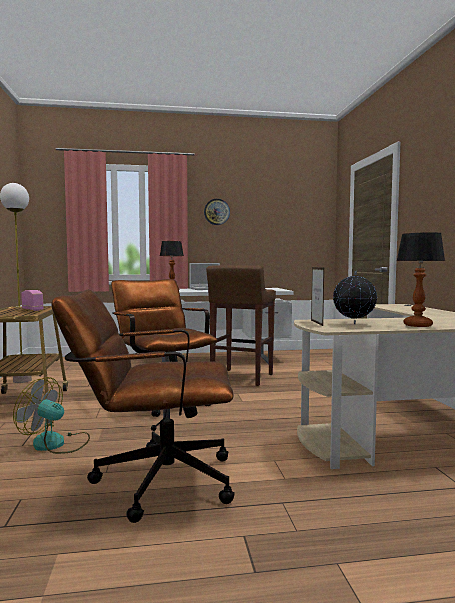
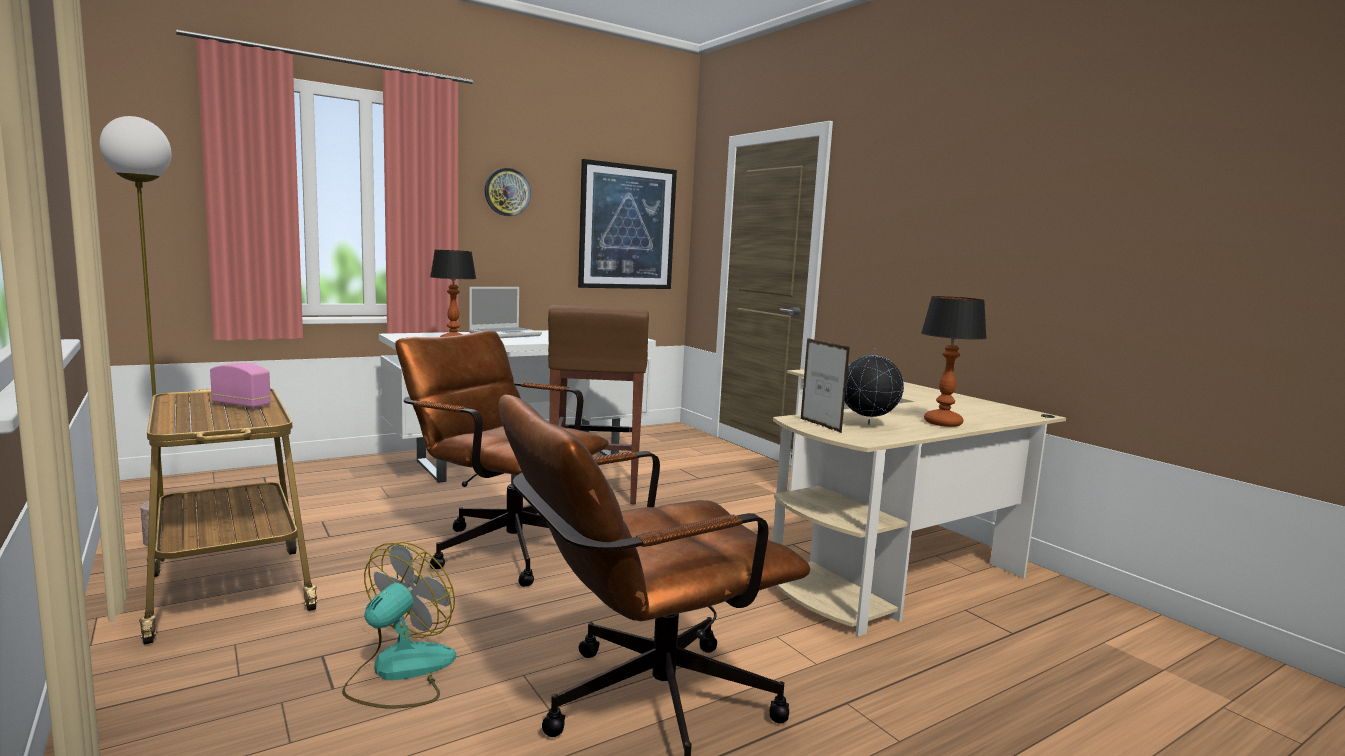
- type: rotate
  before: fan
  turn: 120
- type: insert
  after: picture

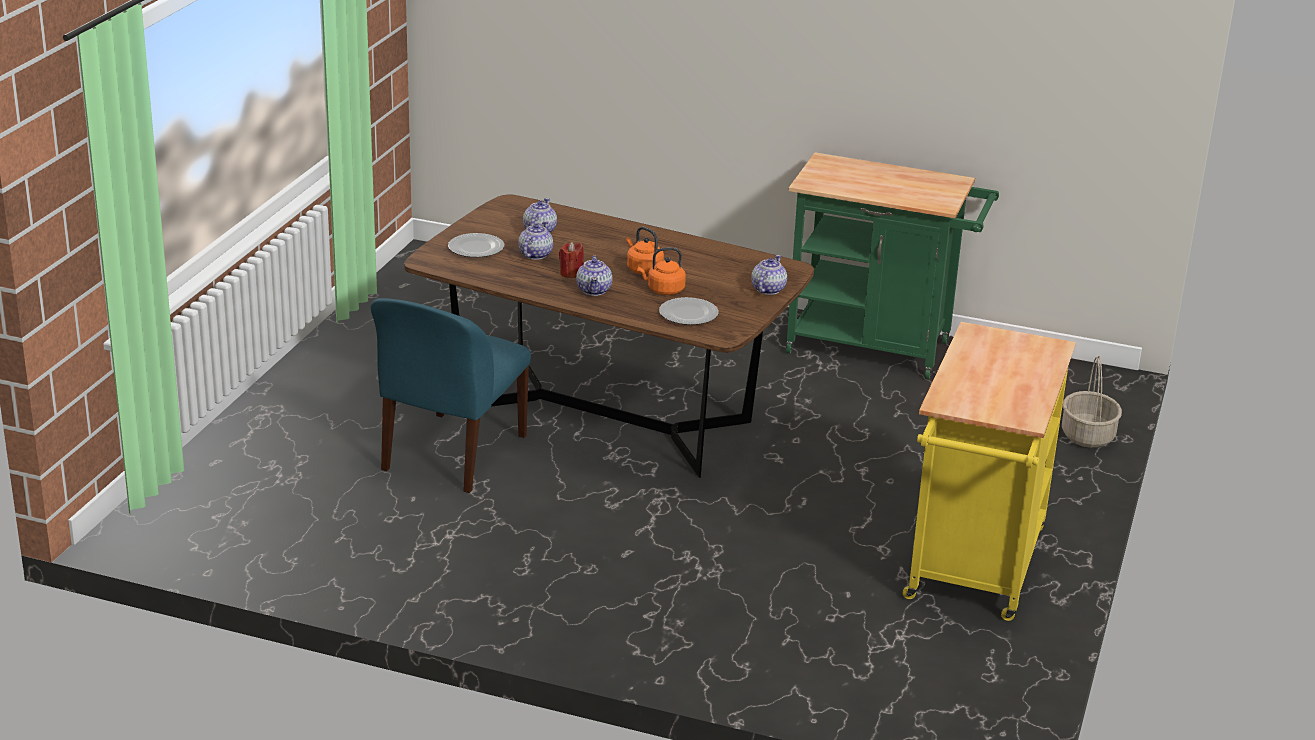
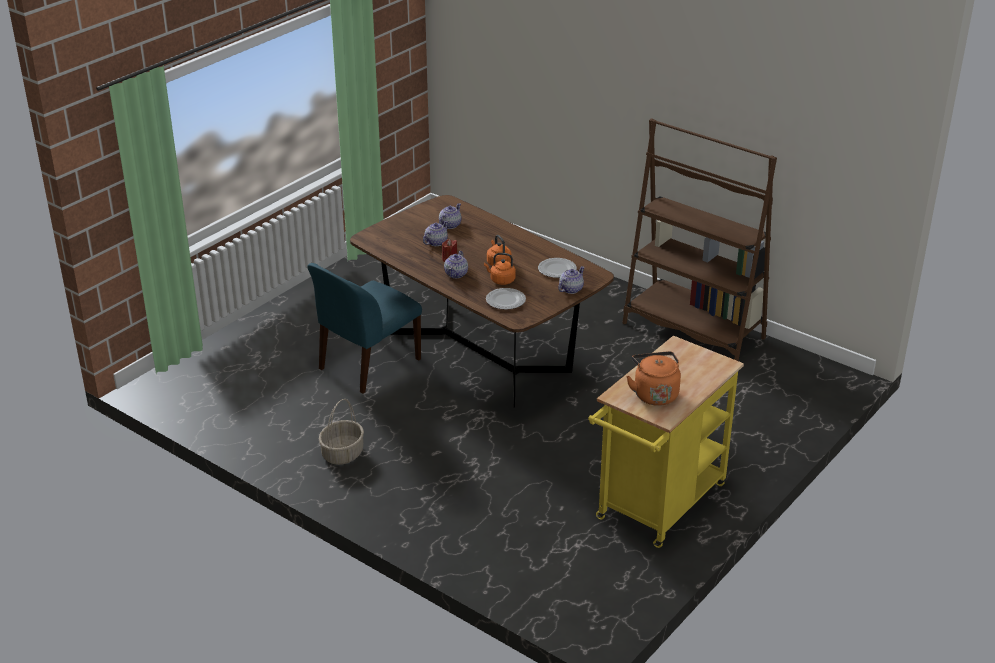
- type: move
  before: basket
- type: move
  before: plate (1st from left in the first image)
  after: plate (2nd from left)
- type: replace
  before: green cart
  after: brown bookcase
- type: insert
  after: orange kettle (3rd from left)

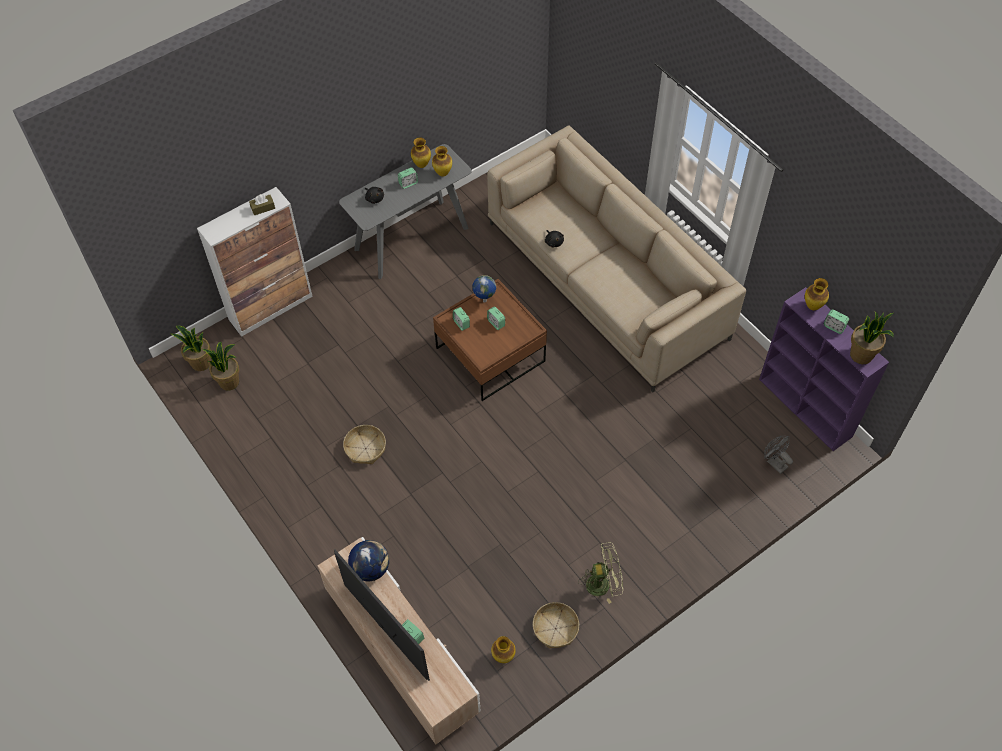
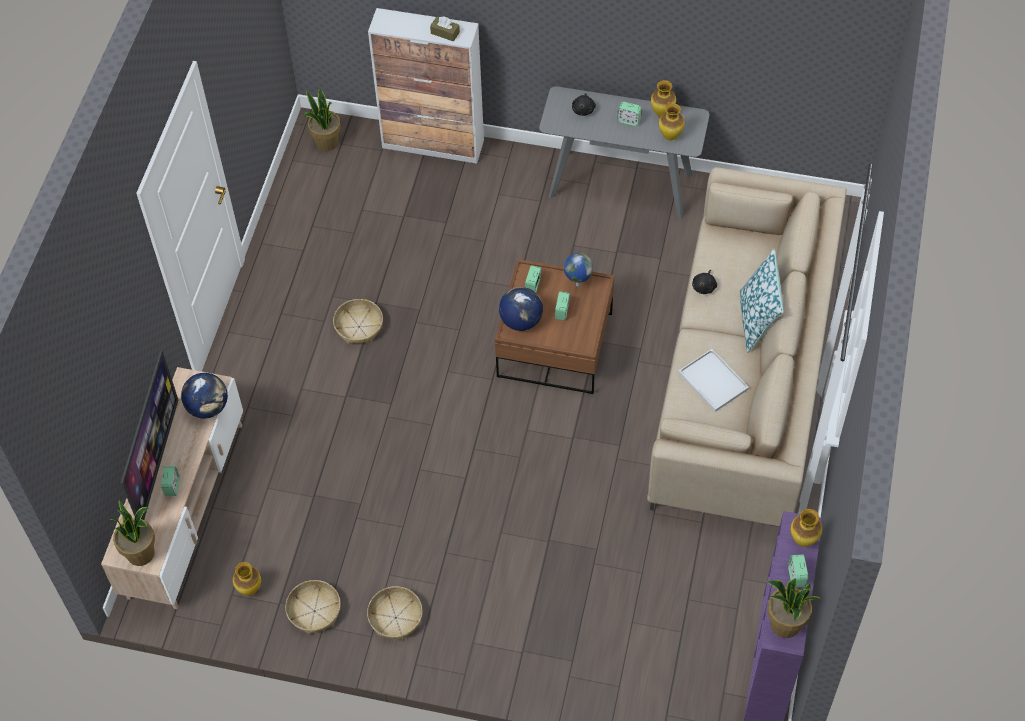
- type: move
  before: potted plant (2nd from left in the first image)
  after: potted plant (1st from left)
- type: replace
  before: green fan
  after: basket (3rd from left)
- type: insert
  after: globe (2nd from left)
- type: insert
  after: white tray
- type: insert
  after: pillow
- type: delete
  before: grey fan

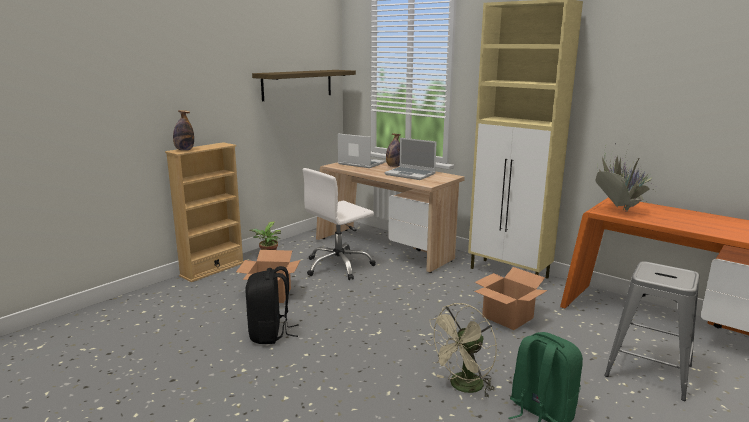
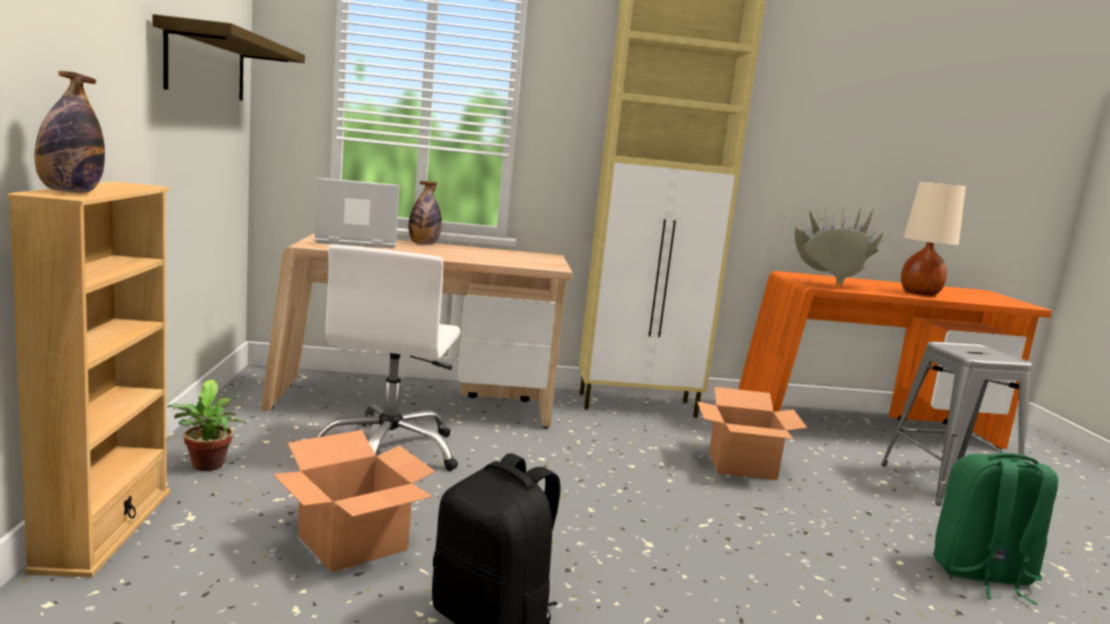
- type: insert
  after: beige table lamp
- type: delete
  before: laptop (2nd from left)
- type: delete
  before: beige fan

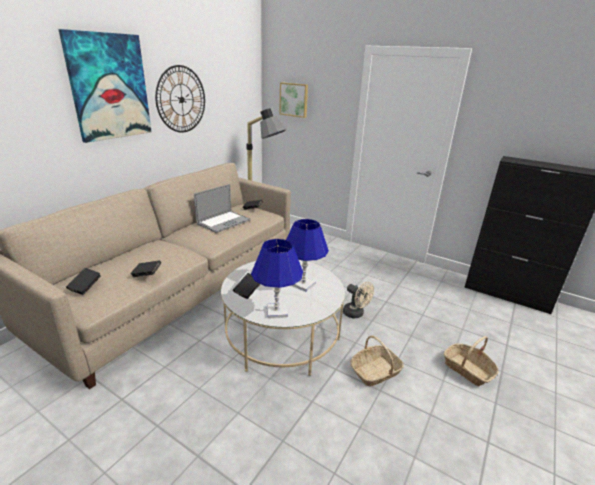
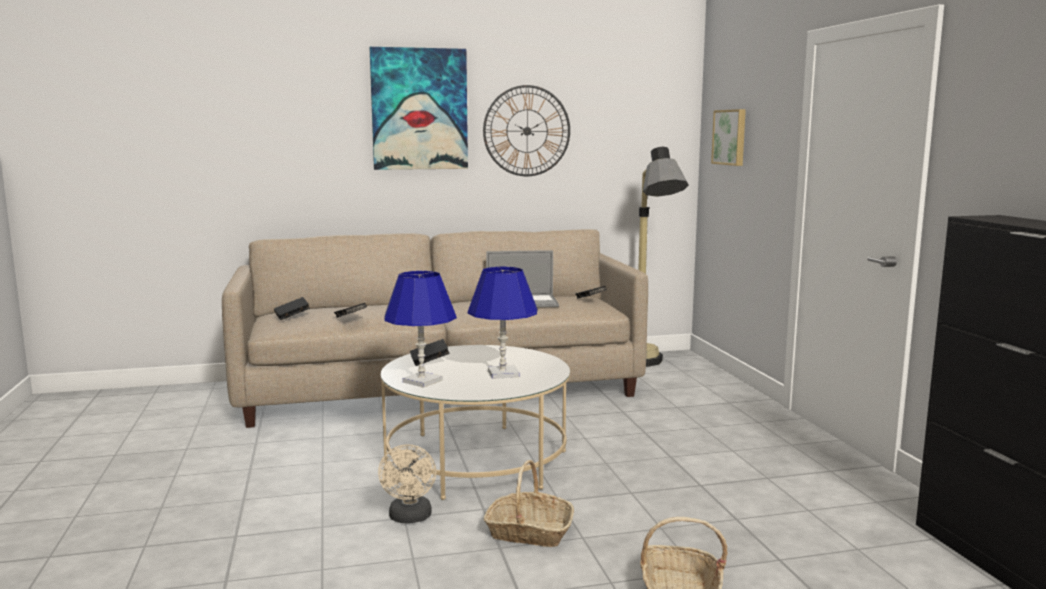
- type: move
  before: beige fan

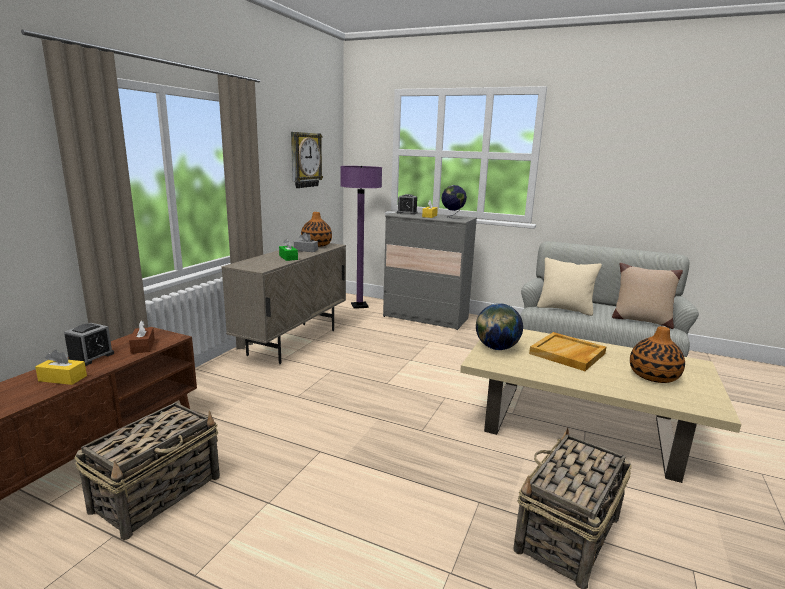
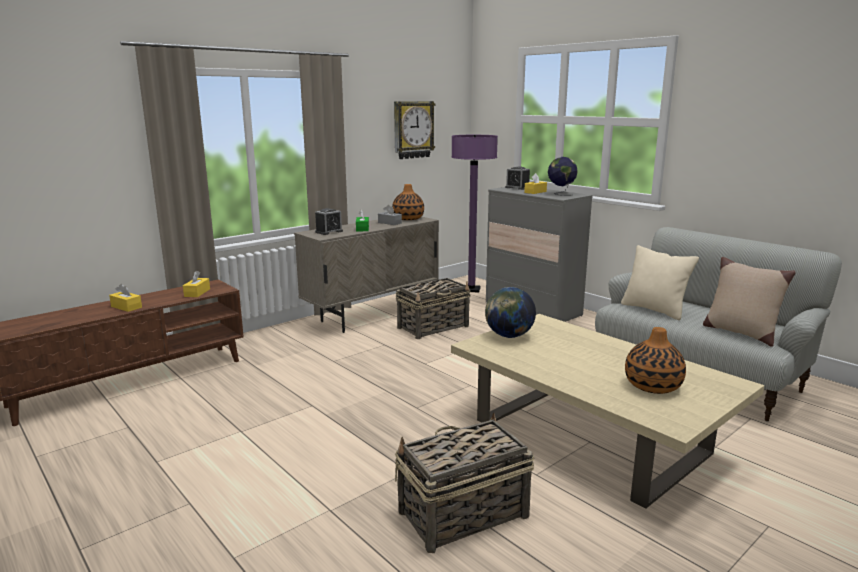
- type: recolor
  before: brown tissue box
  after: yellow tissue box (2nd from left)
- type: move
  before: alarm clock (1st from left)
- type: move
  before: basket (1st from left)
- type: delete
  before: beige tray

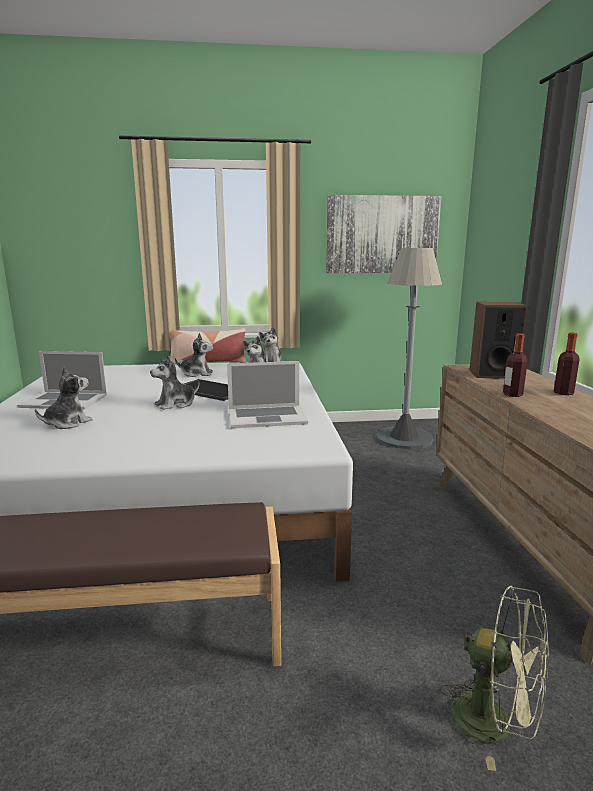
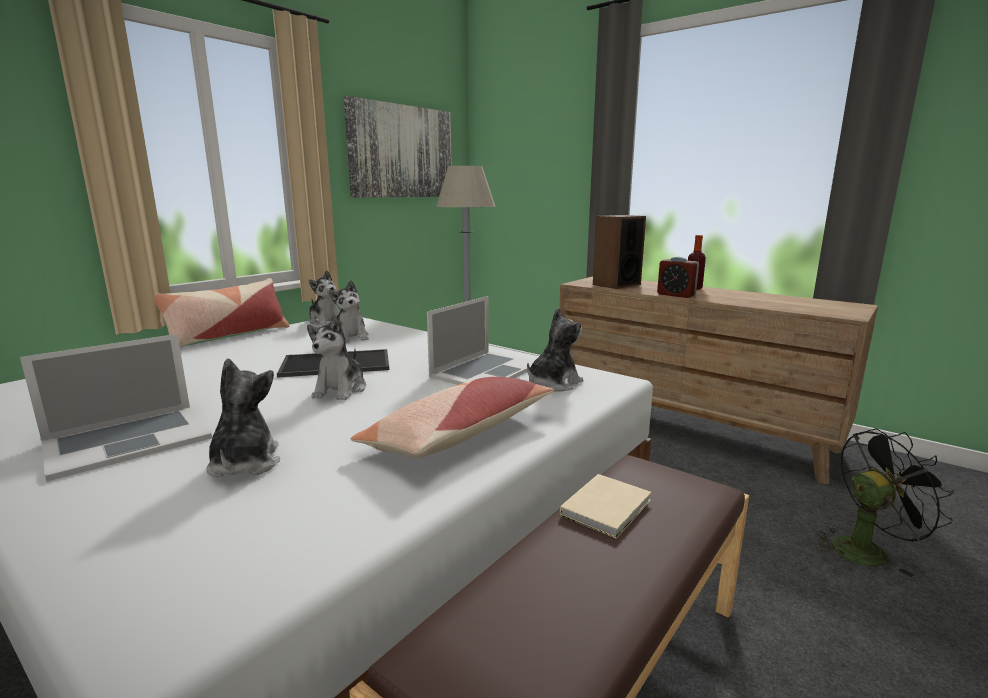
- type: insert
  after: pillow (2nd from left)
- type: move
  before: plush toy (3rd from left in the first image)
  after: plush toy (5th from left)
- type: insert
  after: beige book
- type: replace
  before: bottle (1st from left)
  after: alarm clock
- type: recolor
  before: green fan
  after: black fan

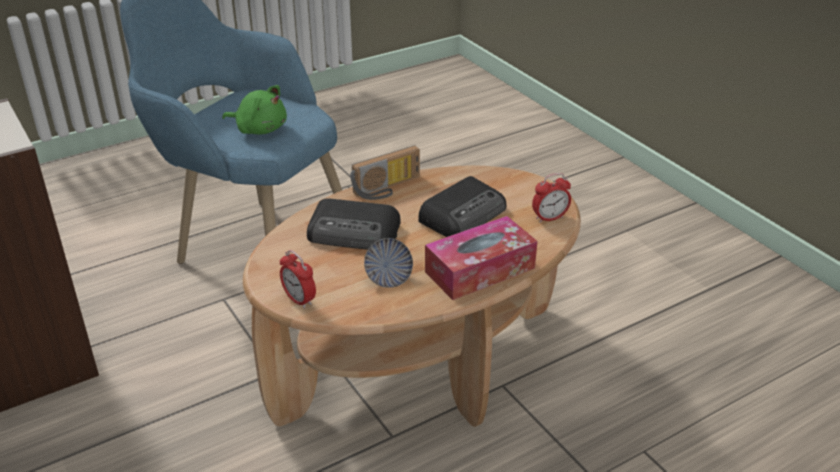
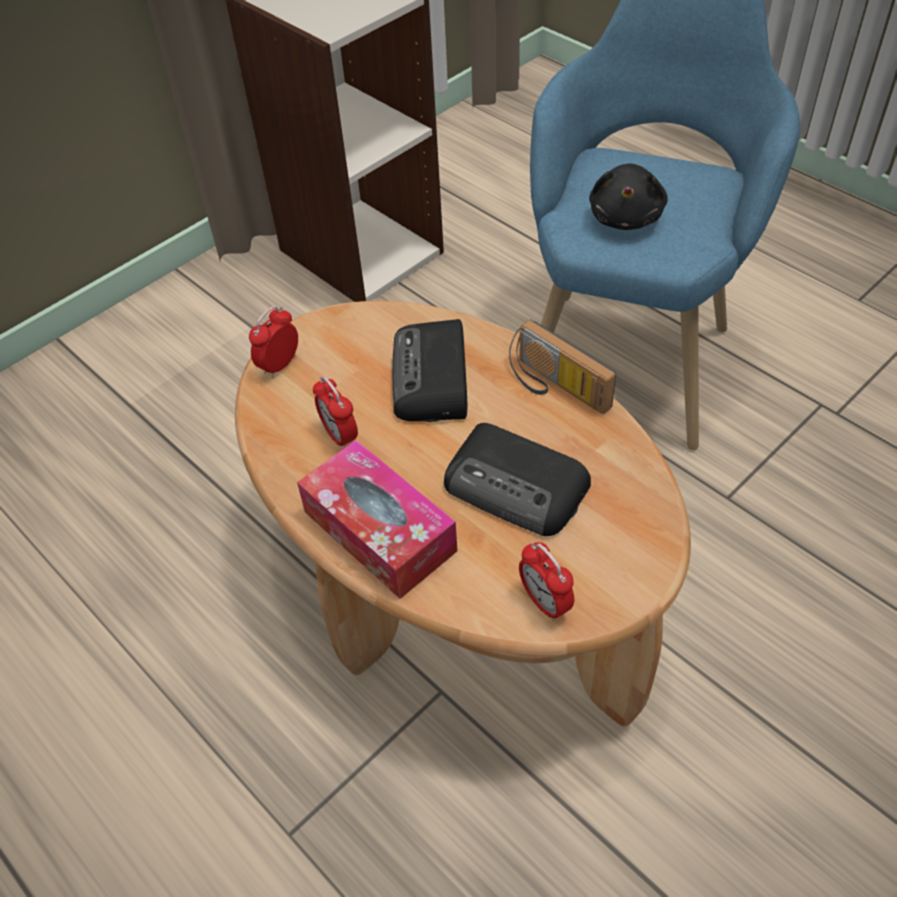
- type: replace
  before: bowl
  after: alarm clock (2nd from left)
- type: recolor
  before: green plush toy
  after: black plush toy

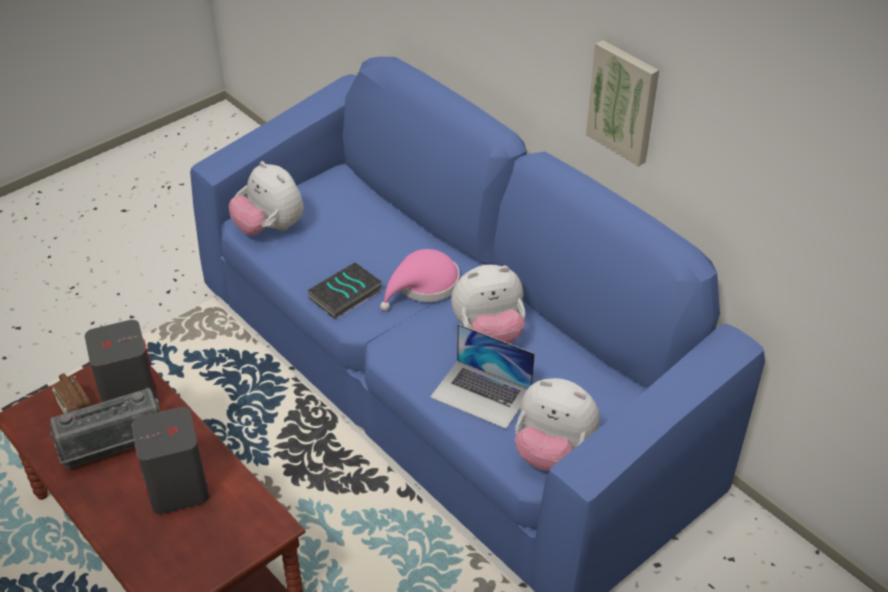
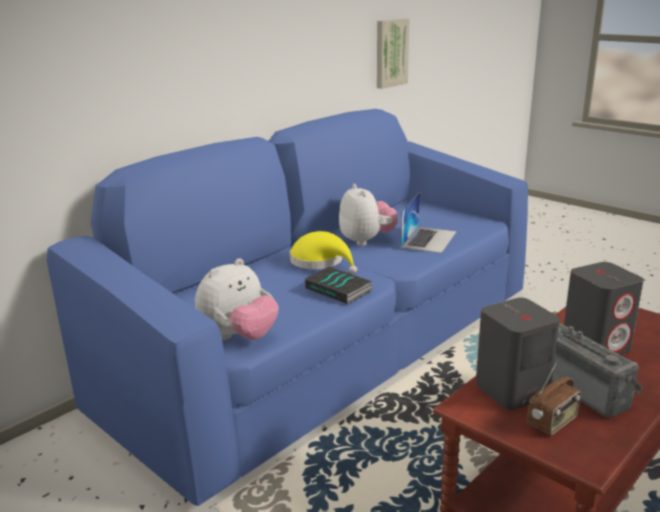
- type: recolor
  before: pink hat
  after: yellow hat
- type: move
  before: picture
- type: delete
  before: plush toy (3rd from left)

